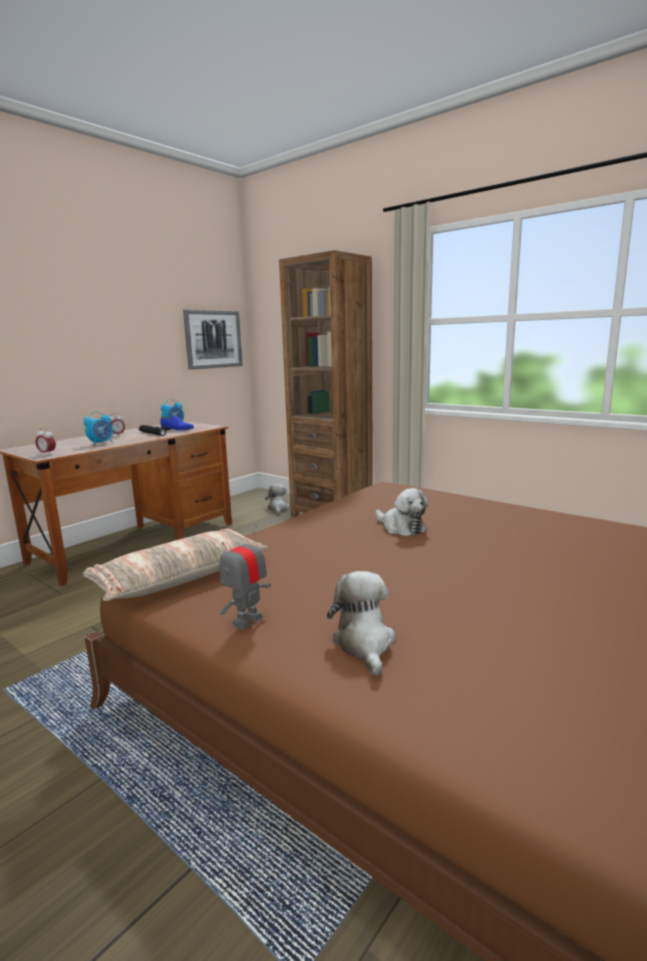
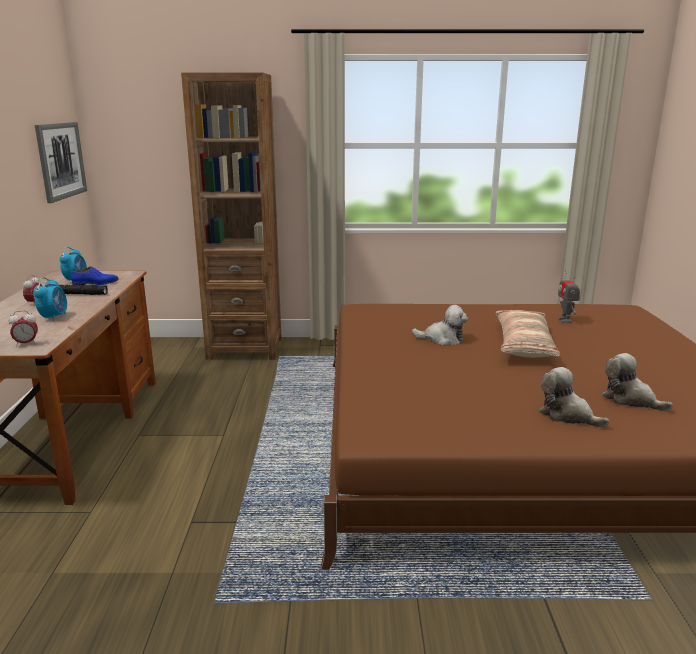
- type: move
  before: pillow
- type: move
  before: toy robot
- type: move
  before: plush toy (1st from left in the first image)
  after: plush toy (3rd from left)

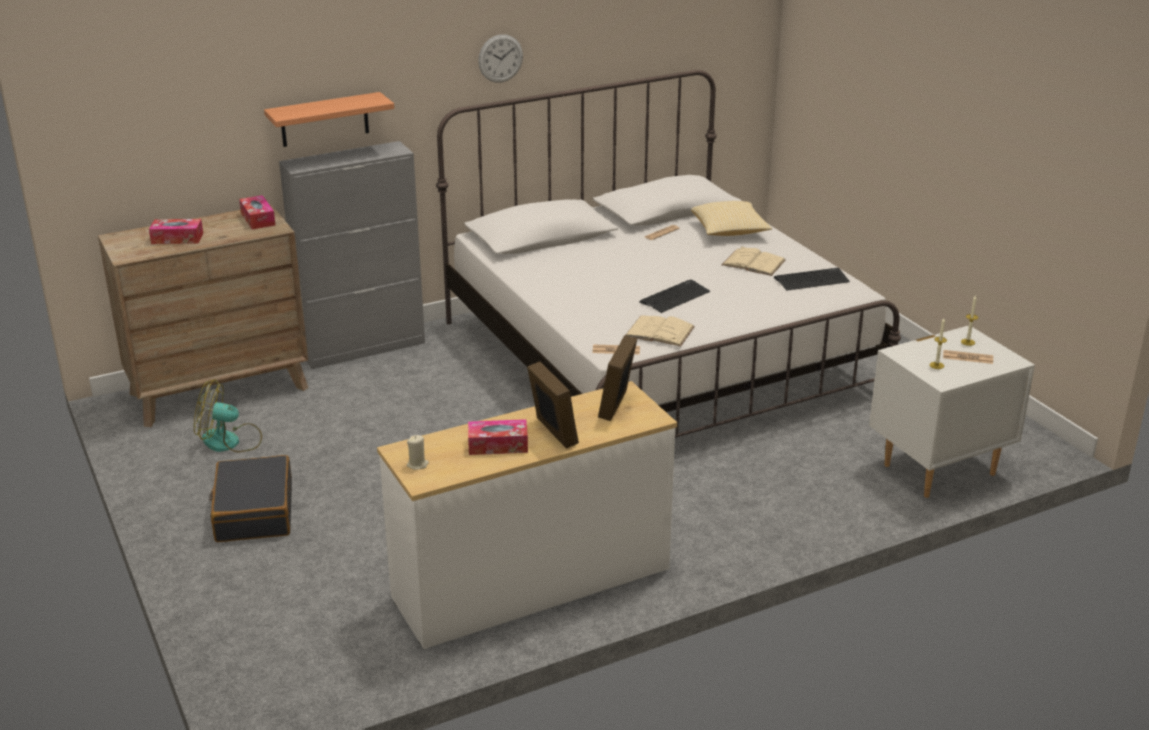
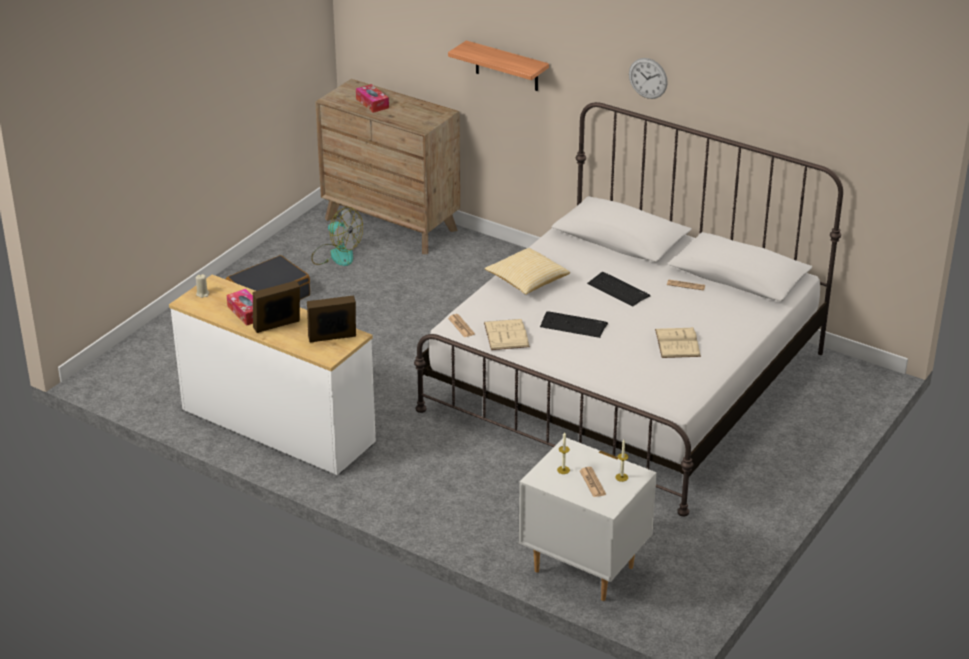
- type: rotate
  before: picture frame (1st from left)
  turn: -150
- type: rotate
  before: fan
  turn: 150
- type: move
  before: pillow
- type: move
  before: keyboard (2nd from left)
- type: delete
  before: tissue box (2nd from left)
- type: delete
  before: grey cabinet

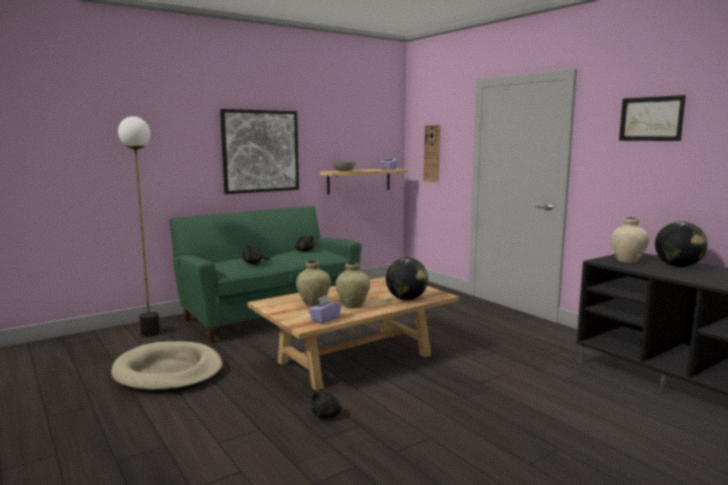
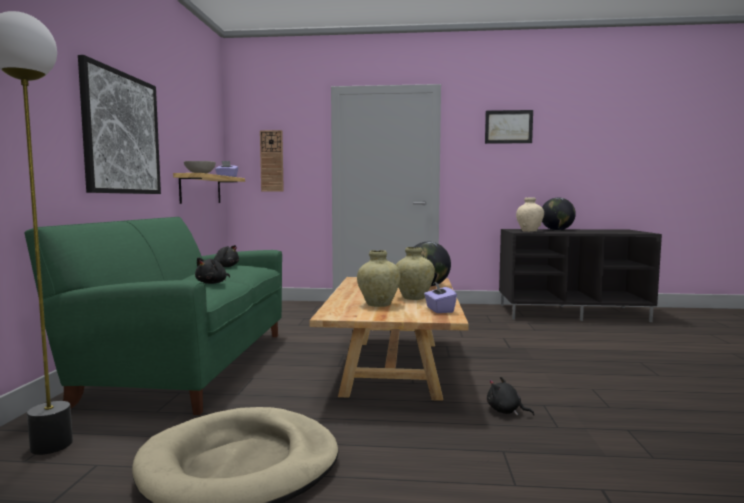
- type: rotate
  before: black plush toy (3rd from left)
  turn: 150

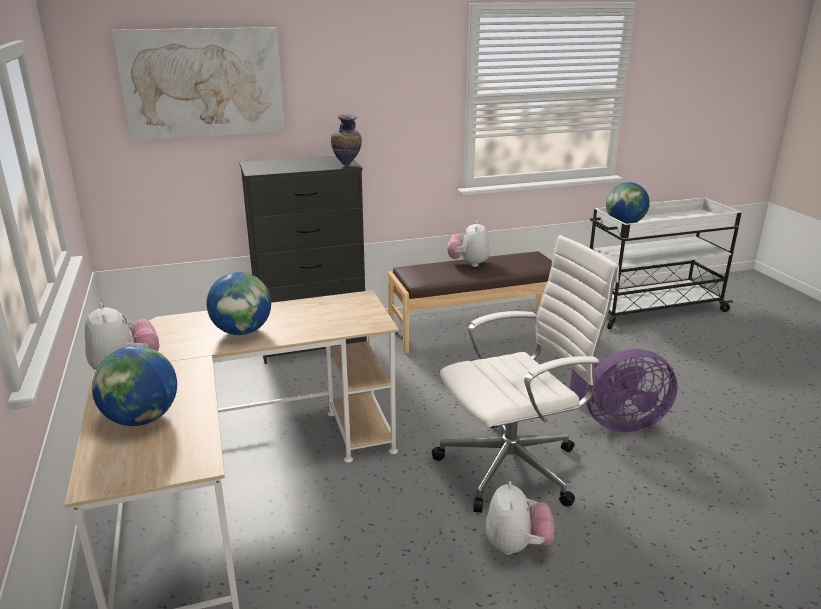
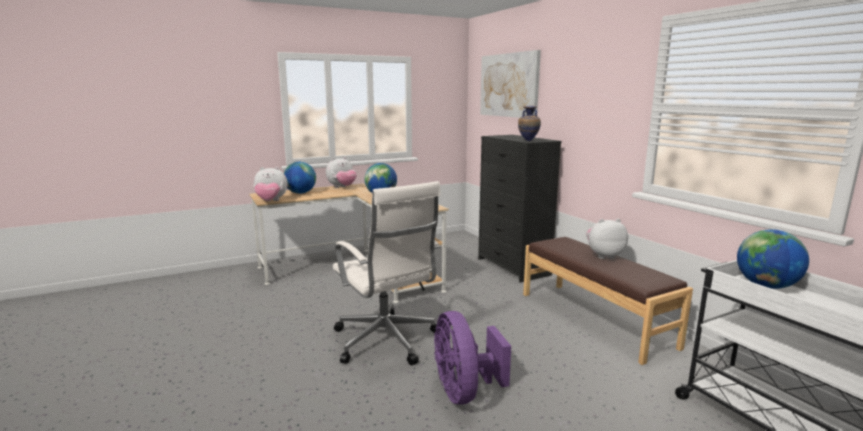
- type: move
  before: plush toy (3rd from left in the first image)
  after: plush toy (1st from left)

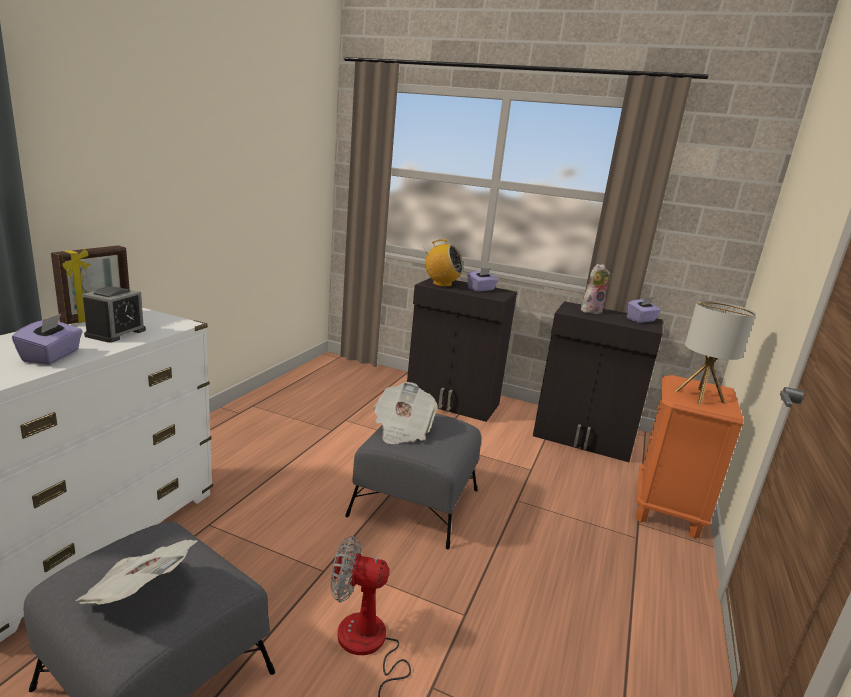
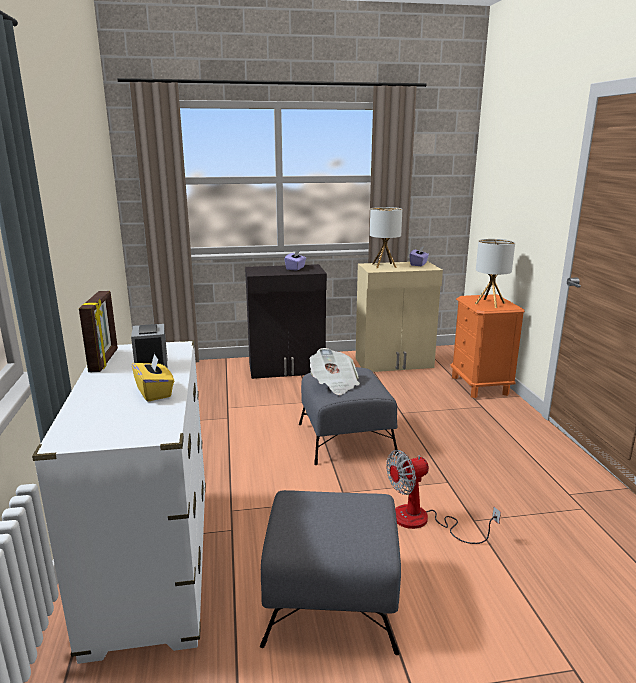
- type: recolor
  before: purple tissue box (1st from left)
  after: yellow tissue box
- type: recolor
  before: black cabinet (2nd from left)
  after: beige cabinet
- type: replace
  before: plush toy
  after: table lamp (1st from left)
- type: delete
  before: newspaper (1st from left)
- type: delete
  before: radio

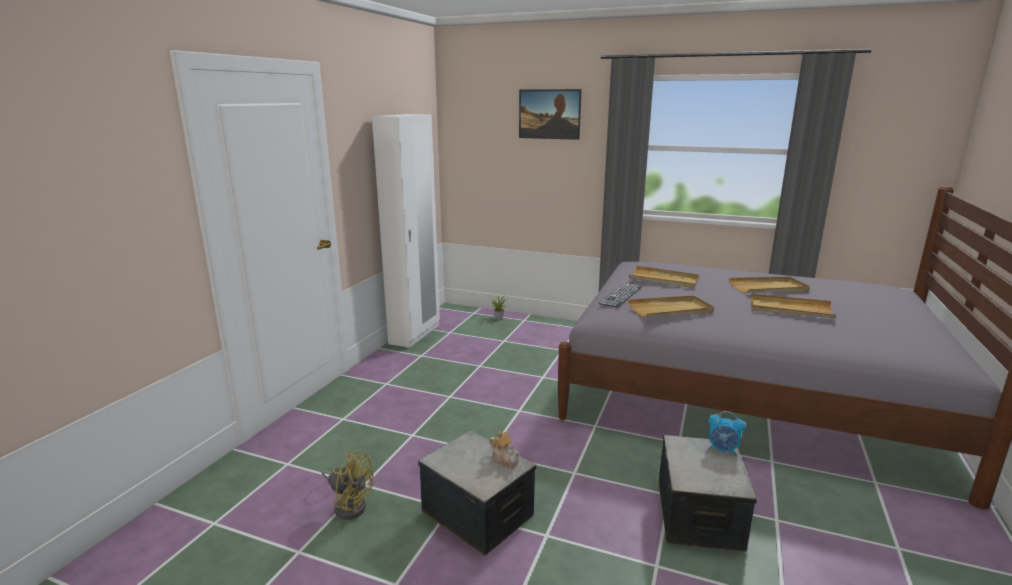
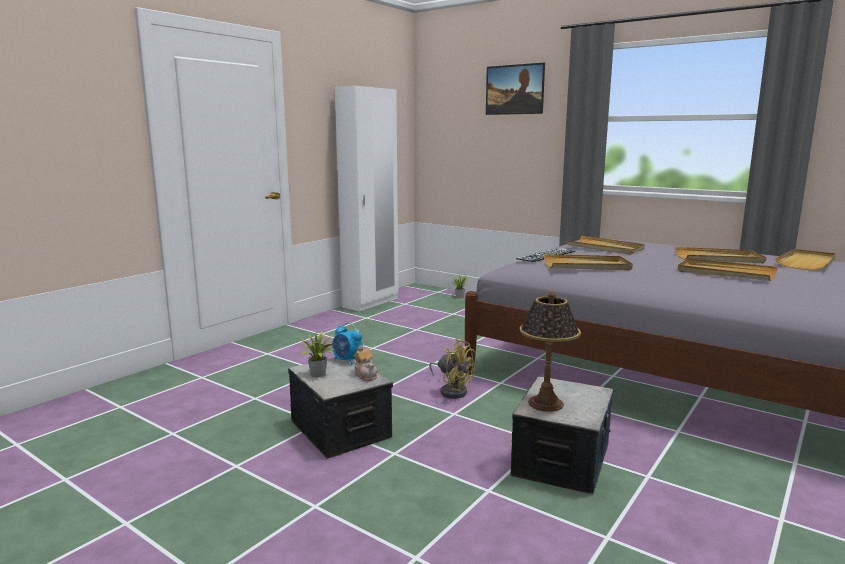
- type: insert
  after: potted plant (1st from left)
- type: move
  before: alarm clock
- type: move
  before: yellow fan
- type: insert
  after: table lamp
- type: insert
  after: beige tray (5th from left)

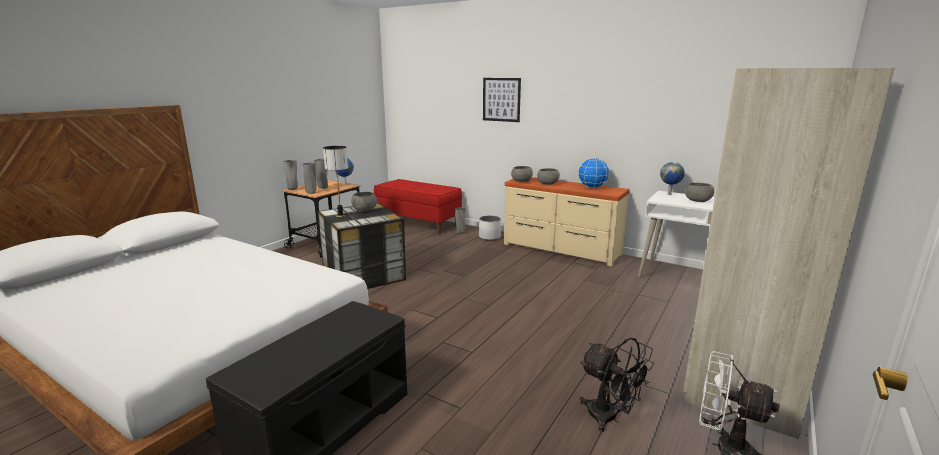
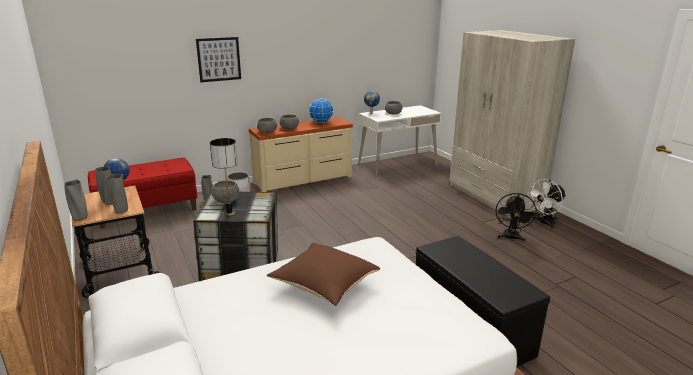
- type: insert
  after: brown pillow
- type: rotate
  before: black fan
  turn: 120

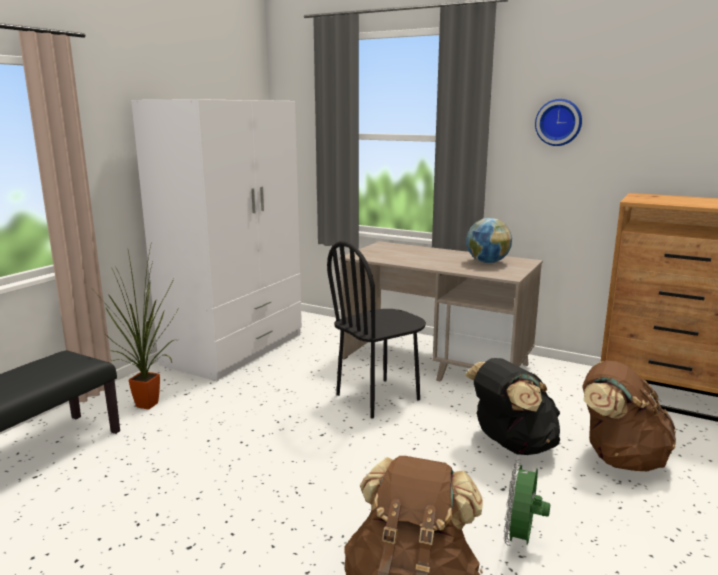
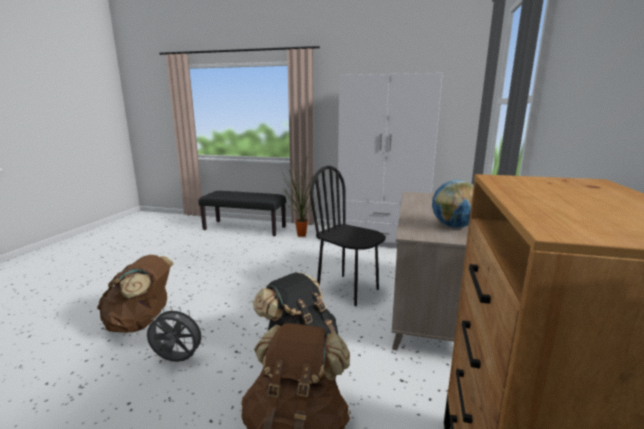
- type: recolor
  before: green fan
  after: grey fan
- type: delete
  before: wall clock

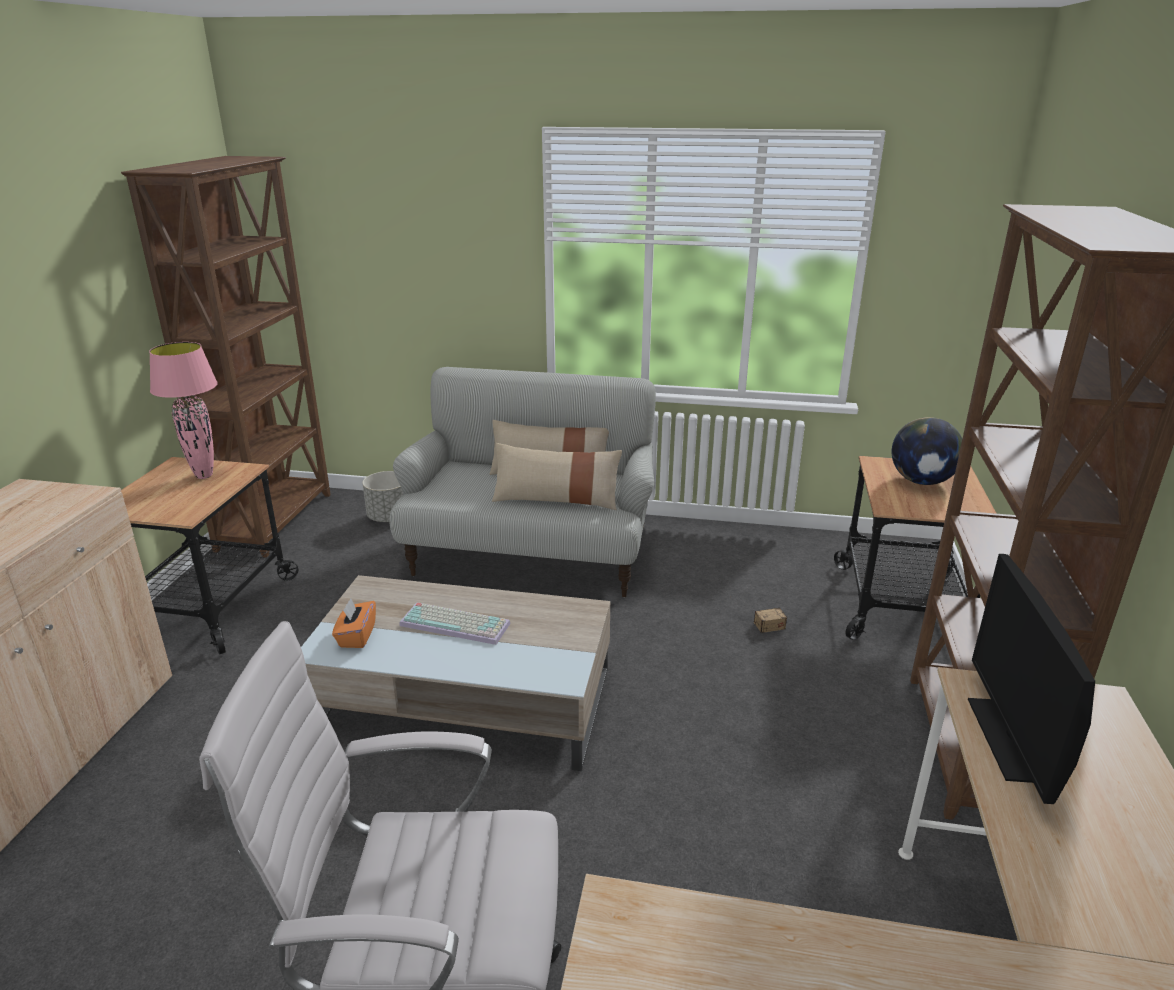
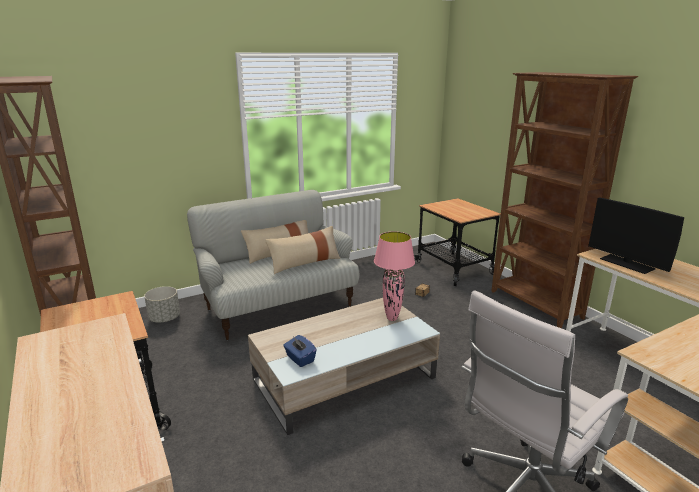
- type: recolor
  before: orange tissue box
  after: blue tissue box
- type: move
  before: pink table lamp
- type: delete
  before: keyboard
- type: delete
  before: globe

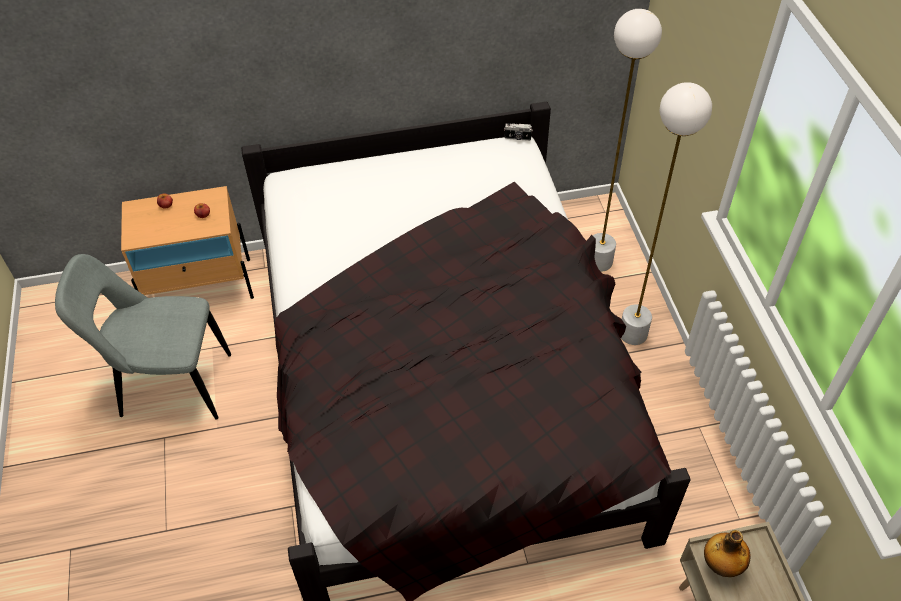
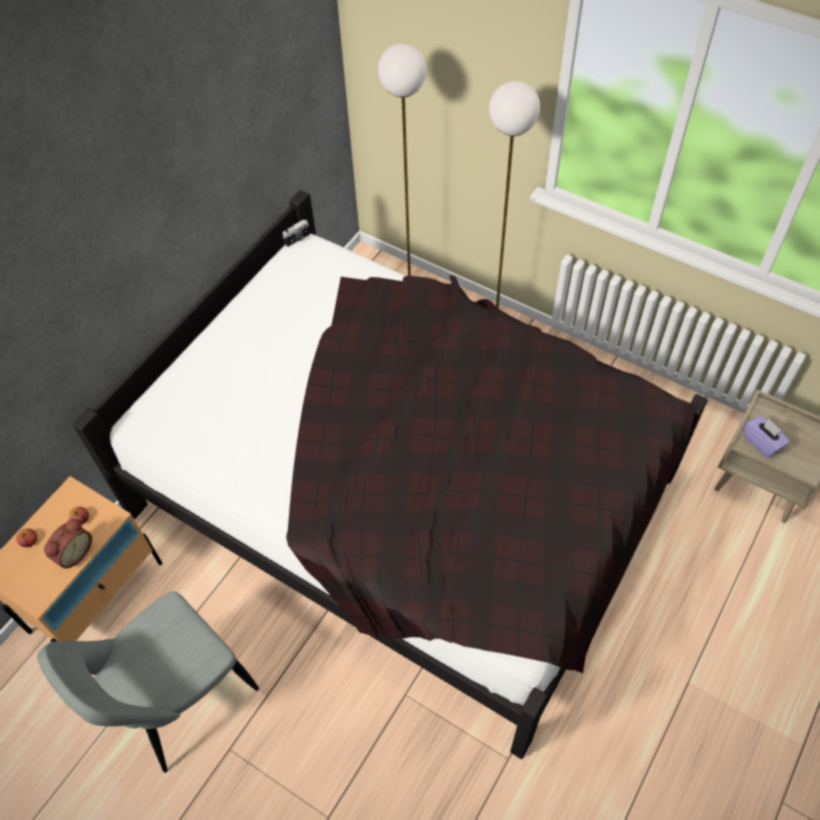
- type: insert
  after: alarm clock
- type: replace
  before: bottle
  after: purple tissue box

